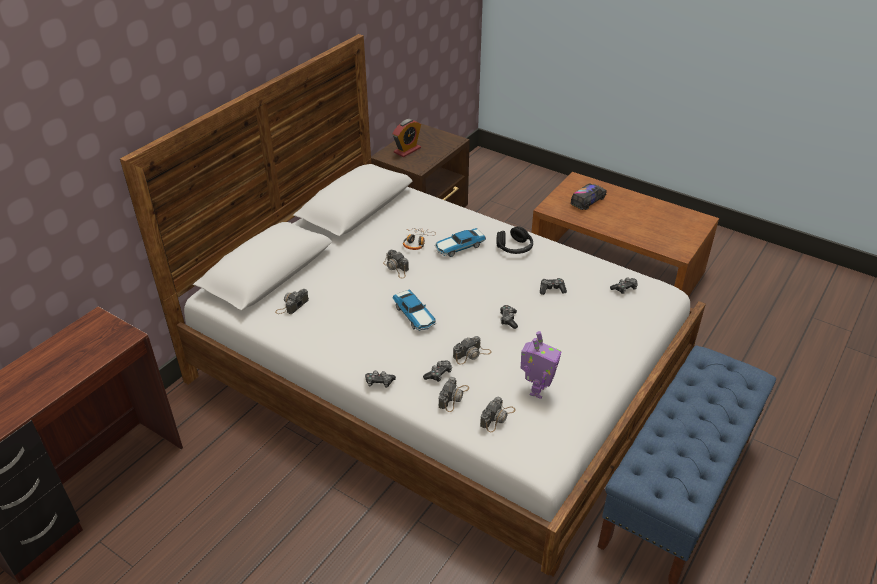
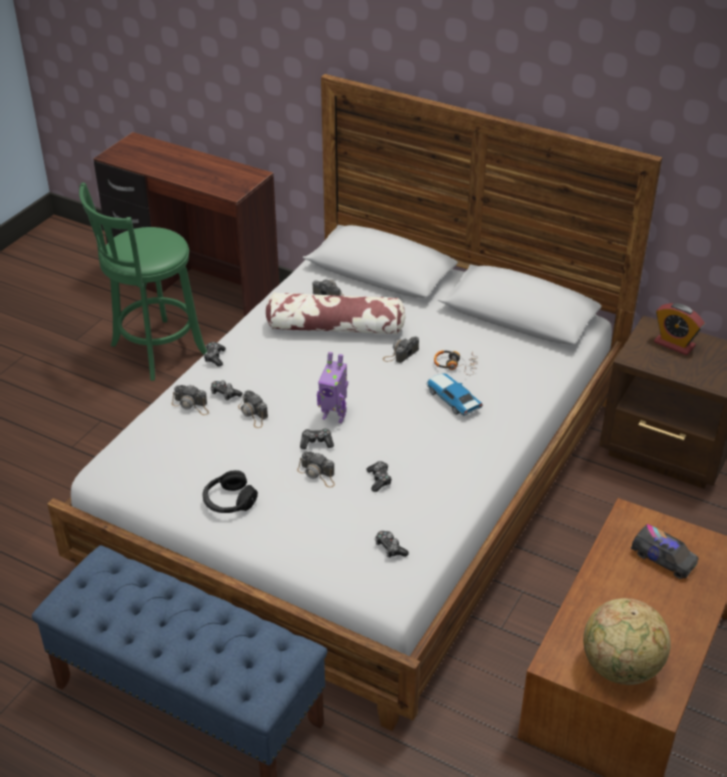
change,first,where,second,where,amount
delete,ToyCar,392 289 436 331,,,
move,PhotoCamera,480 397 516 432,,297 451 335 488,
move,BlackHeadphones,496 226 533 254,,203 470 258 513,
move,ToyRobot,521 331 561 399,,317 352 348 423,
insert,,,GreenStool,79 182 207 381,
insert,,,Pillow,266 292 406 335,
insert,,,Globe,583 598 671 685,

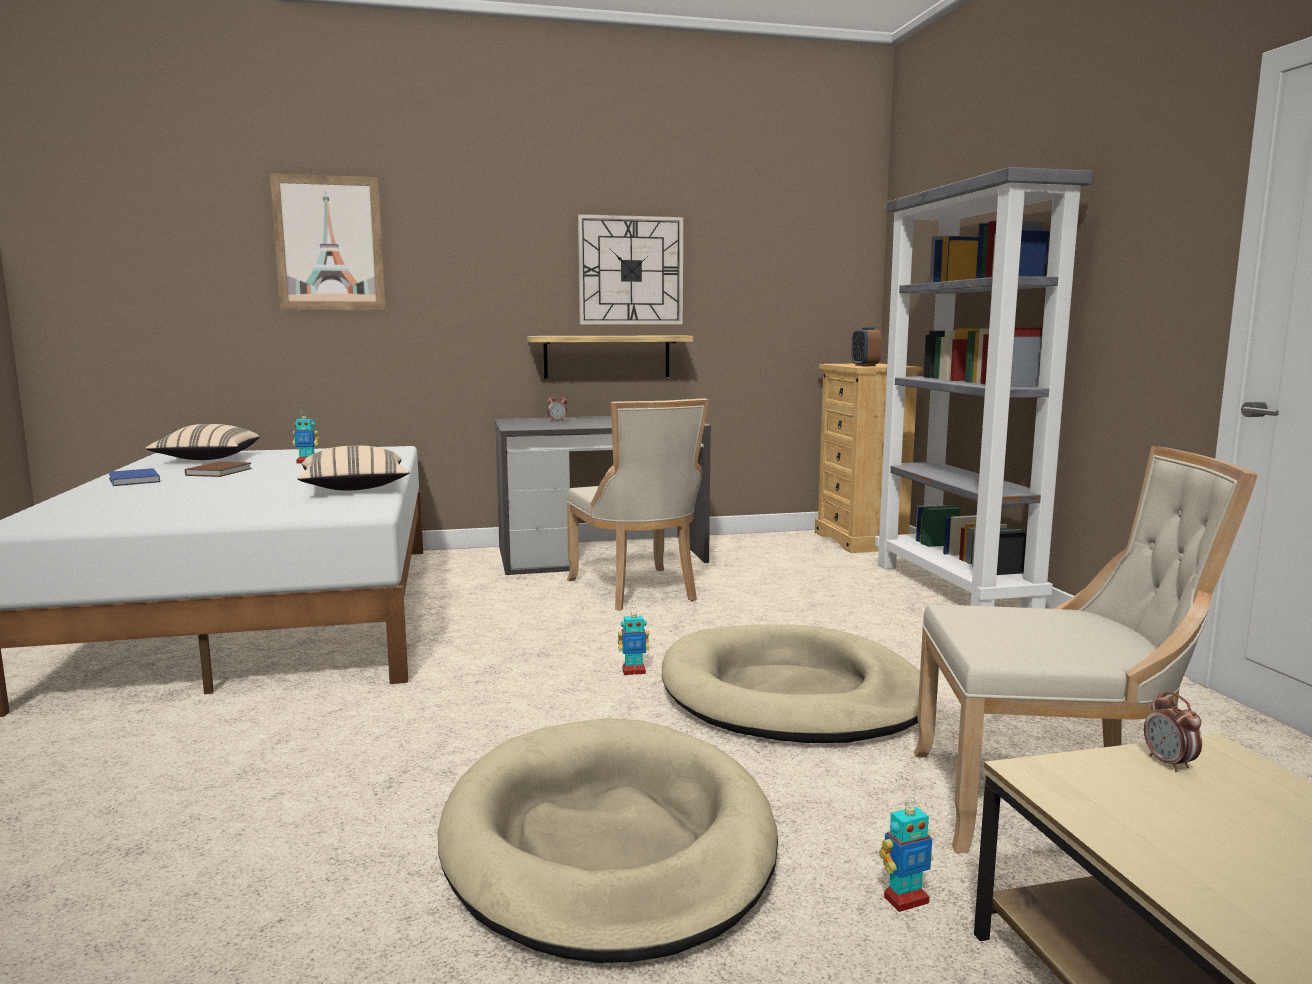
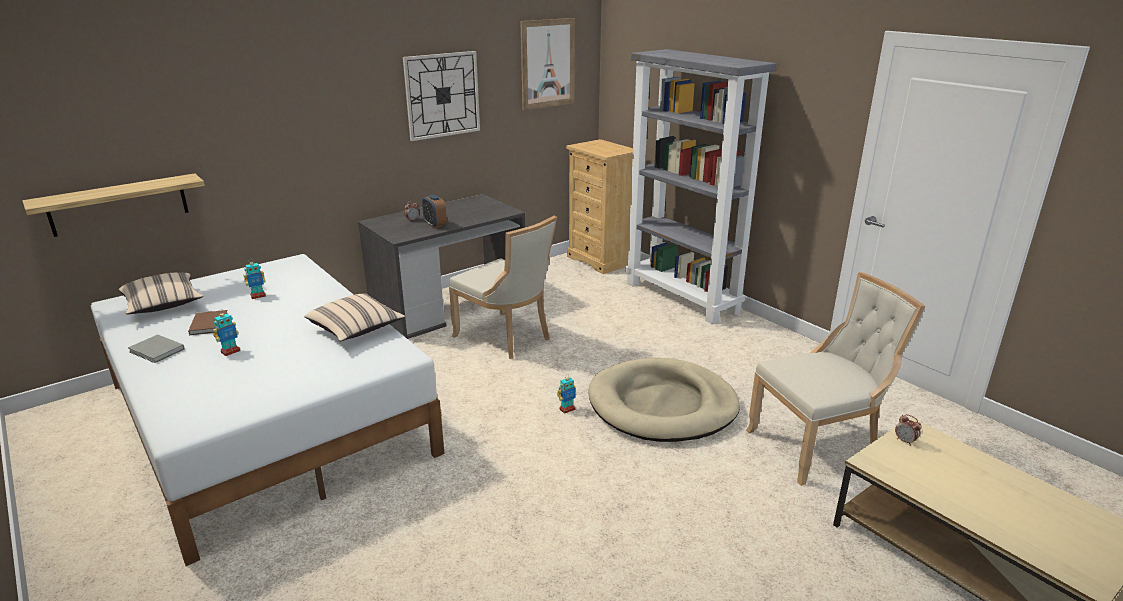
change,first,where,second,where,amount
recolor,BlueBook,108 468 160 486,GreyBook,128 334 185 363,
move,Picture,270 174 386 310,,520 18 575 110,
delete,BeigeDogBed,438 718 778 963,,,
move,Shelf,527 336 693 379,,22 173 205 237,
move,AlarmClock,852 327 882 366,,422 194 447 228,
move,ToyRobot,879 797 934 912,,213 310 241 356,

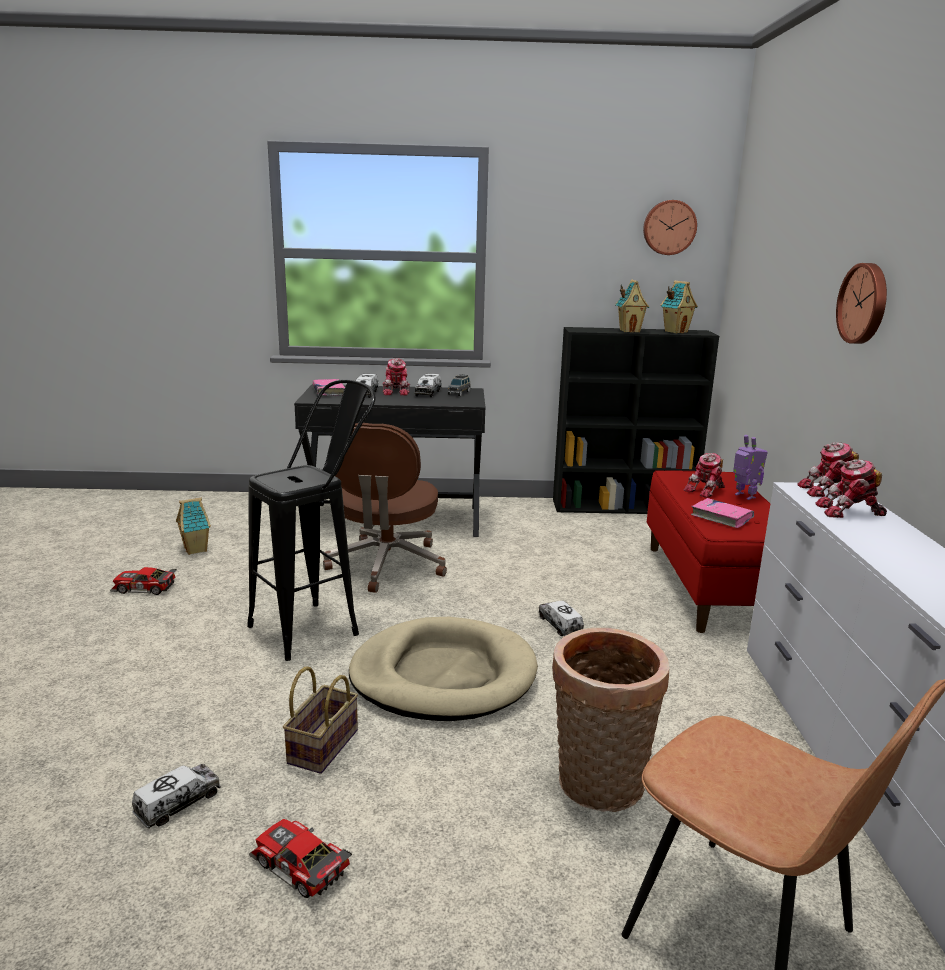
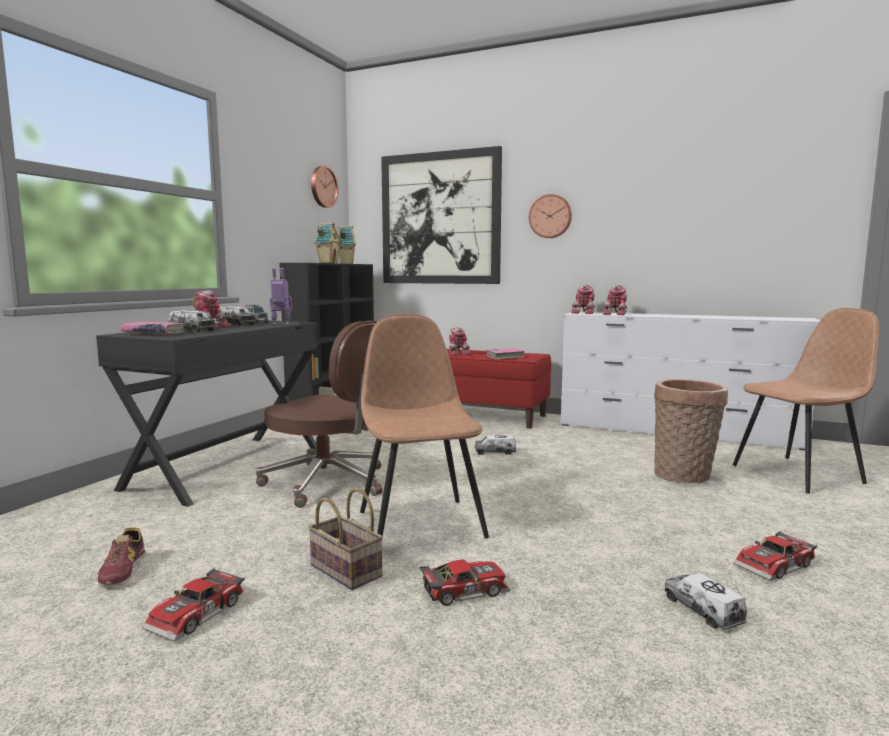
change,first,where,second,where,amount
replace,ToyHouse,176 498 211 555,Shoe,98 528 146 586,
replace,BlackStool,247 379 376 661,BrownChair,360 314 489 538,
move,Basket,283 667 358 774,,308 488 383 590,
delete,BeigeDogBed,349 617 538 721,,,
move,ToyRobot,733 435 768 500,,270 268 292 325,
insert,,,Picture,381 146 502 284,
insert,,,ToyCar,420 559 511 606,

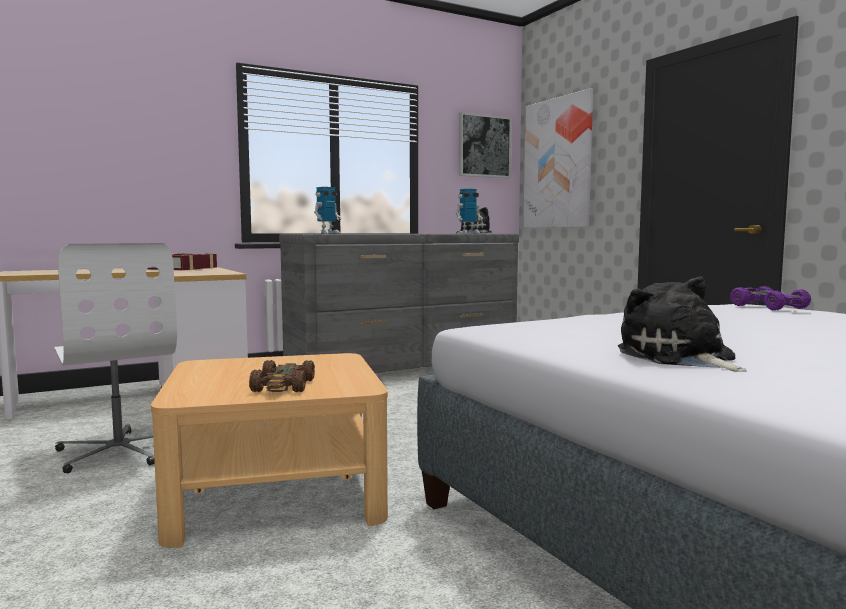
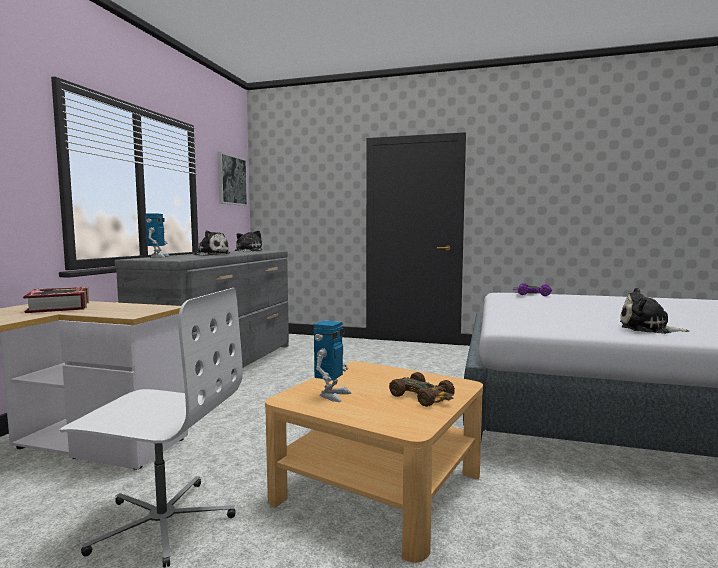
change,first,where,second,where,amount
move,ToyRobot,455 189 483 234,,314 320 351 402,
delete,Picture,523 88 593 228,,,
insert,,,PlushToy,191 230 230 256,

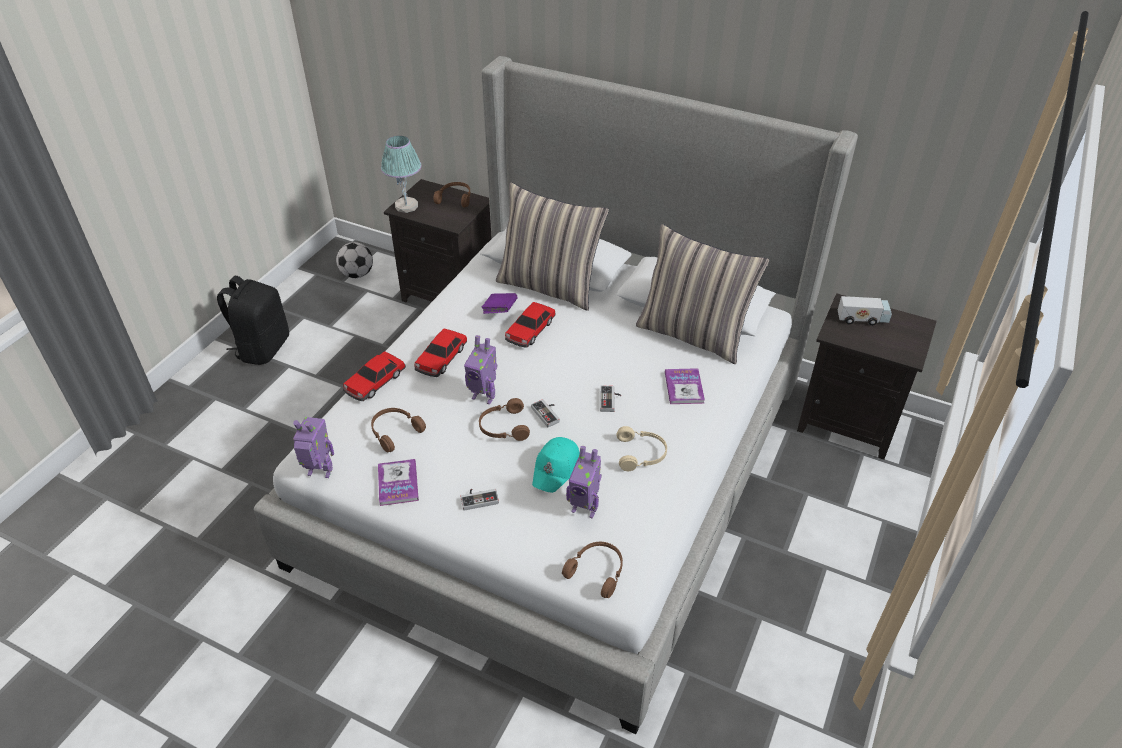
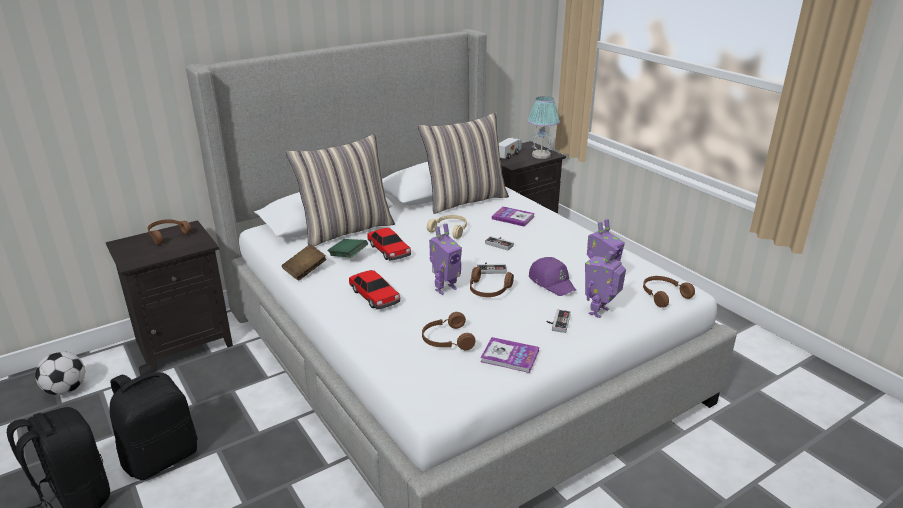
change,first,where,second,where,amount
move,ToyRobot,293 417 334 478,,585 247 626 318,
delete,ToyCar,343 351 406 401,,,
move,TableLamp,381 136 421 213,,527 96 560 159,
recolor,PurpleBook,481 293 518 314,GreenBook,327 239 368 258,
recolor,TurquoiseCap,532 437 580 493,PurpleCap,529 257 576 296,
move,BeigeHeadphones,617 426 667 471,,427 215 467 239,
insert,,,BlackBackpack,110 363 197 480,
insert,,,BrownBook,282 244 327 281,

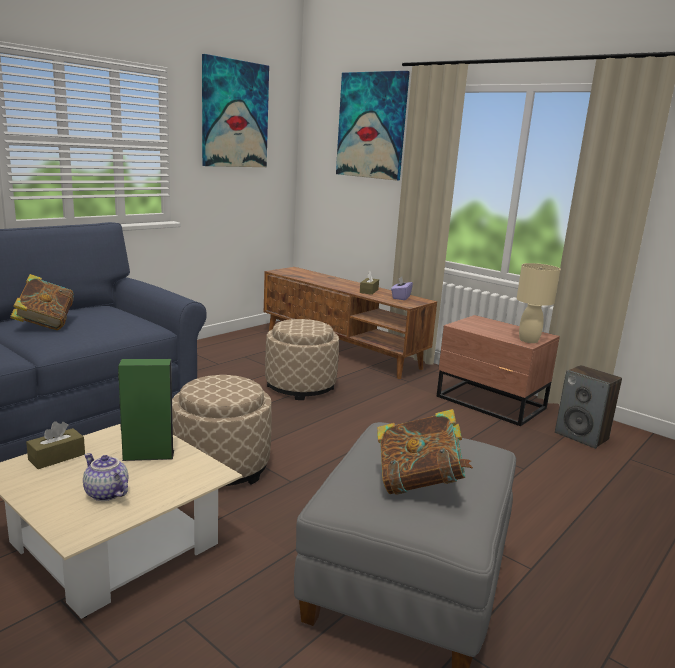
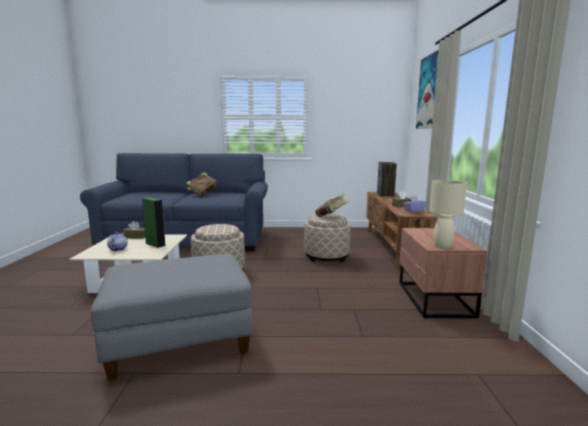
change,first,where,second,where,amount
delete,Picture,202 54 269 167,,,
move,Book,377 409 473 495,,315 194 348 217,
move,Speaker,555 365 622 449,,377 162 397 197,

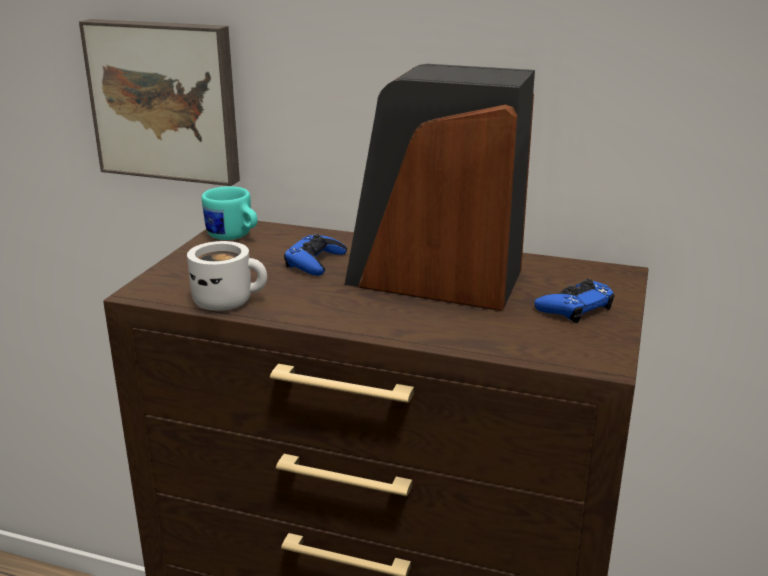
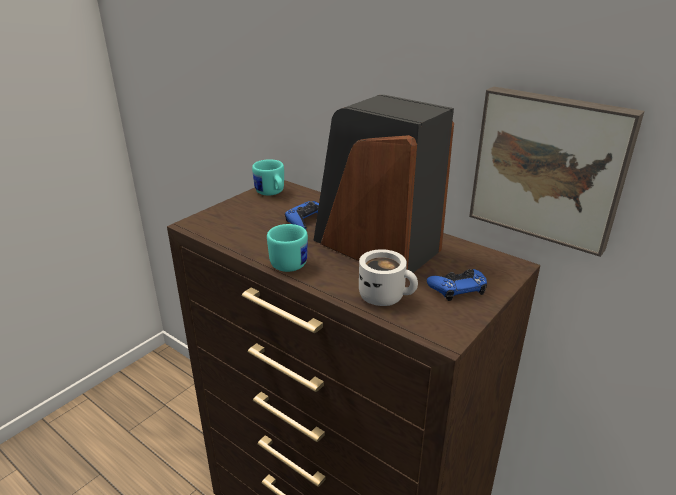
change,first,where,second,where,amount
move,Picture,79 19 240 186,,469 87 645 257,
move,WhiteMug,187 241 267 310,,359 249 418 306,
insert,,,TurquoiseMug,267 224 308 272,

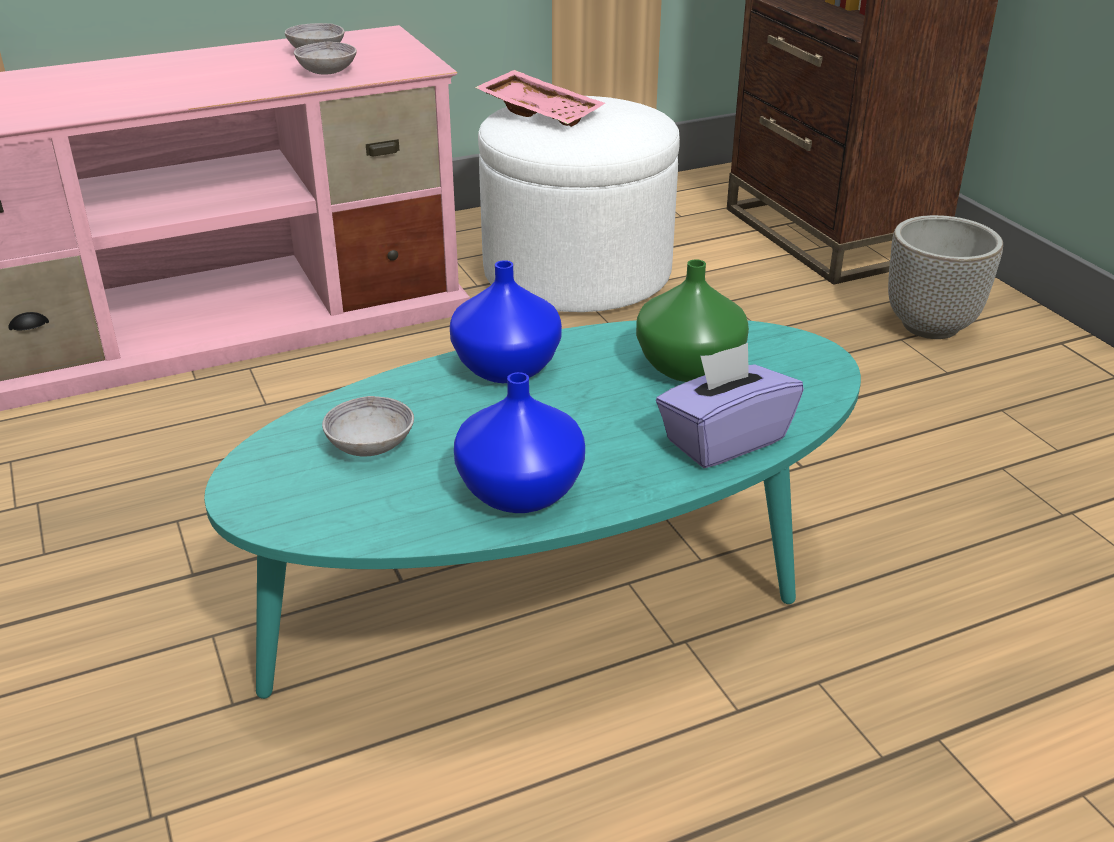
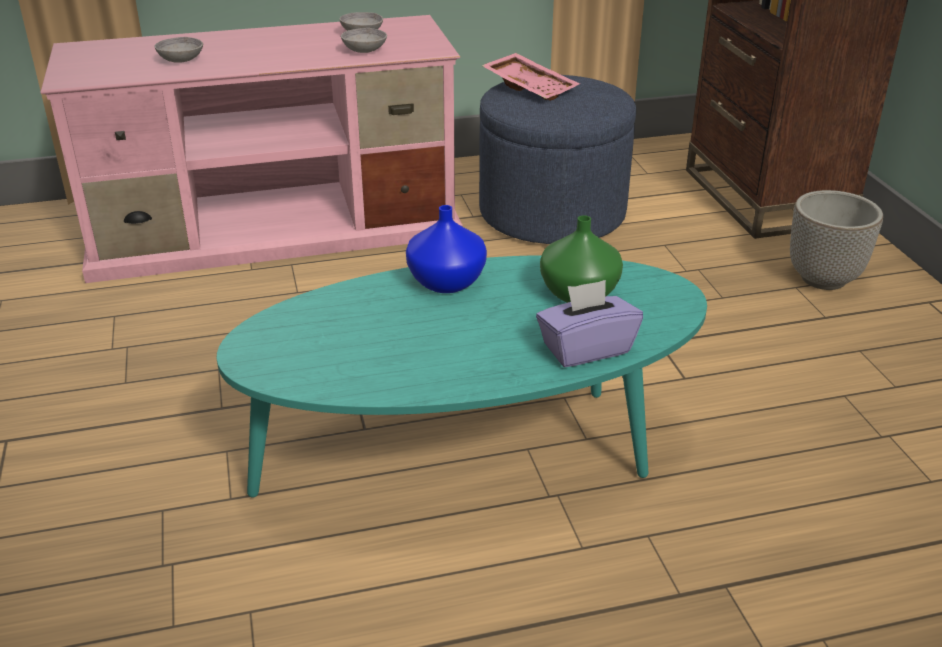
change,first,where,second,where,amount
move,GreyBowl,322 396 414 457,,154 37 203 63,
delete,BlueVase,454 372 585 513,,,
recolor,WhiteOttoman,478 96 680 312,BlueOttoman,479 75 636 244,

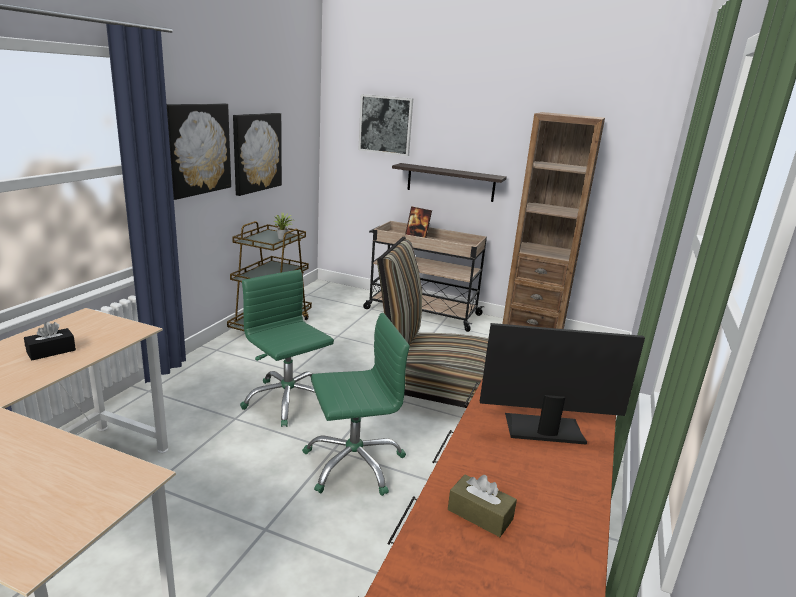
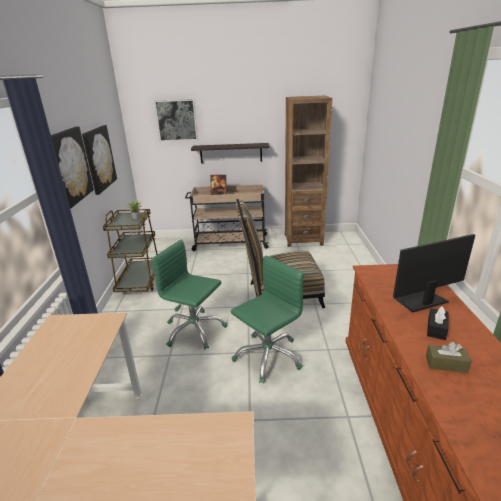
change,first,where,second,where,amount
move,BlackTissueBox,24 321 76 360,,427 306 449 340,

